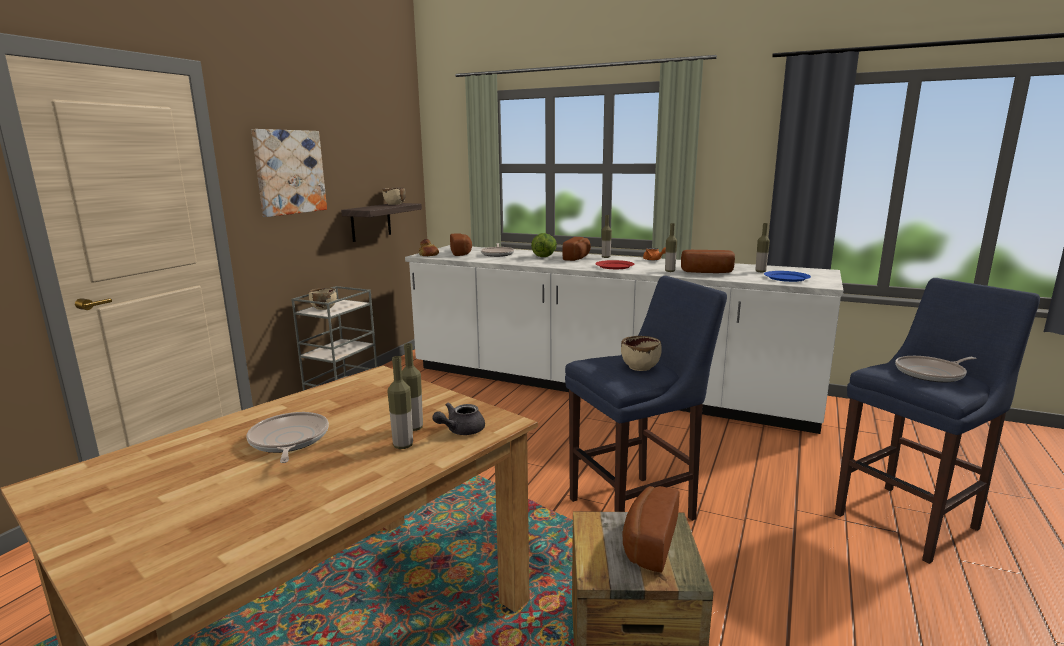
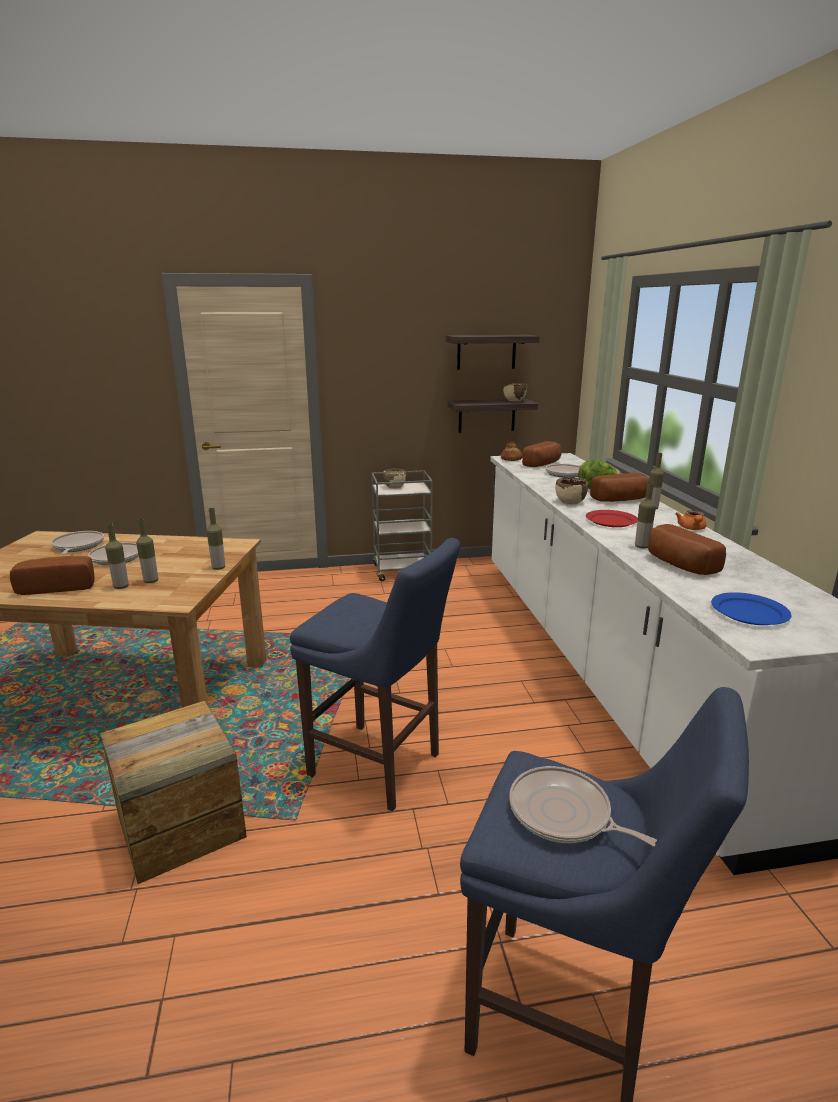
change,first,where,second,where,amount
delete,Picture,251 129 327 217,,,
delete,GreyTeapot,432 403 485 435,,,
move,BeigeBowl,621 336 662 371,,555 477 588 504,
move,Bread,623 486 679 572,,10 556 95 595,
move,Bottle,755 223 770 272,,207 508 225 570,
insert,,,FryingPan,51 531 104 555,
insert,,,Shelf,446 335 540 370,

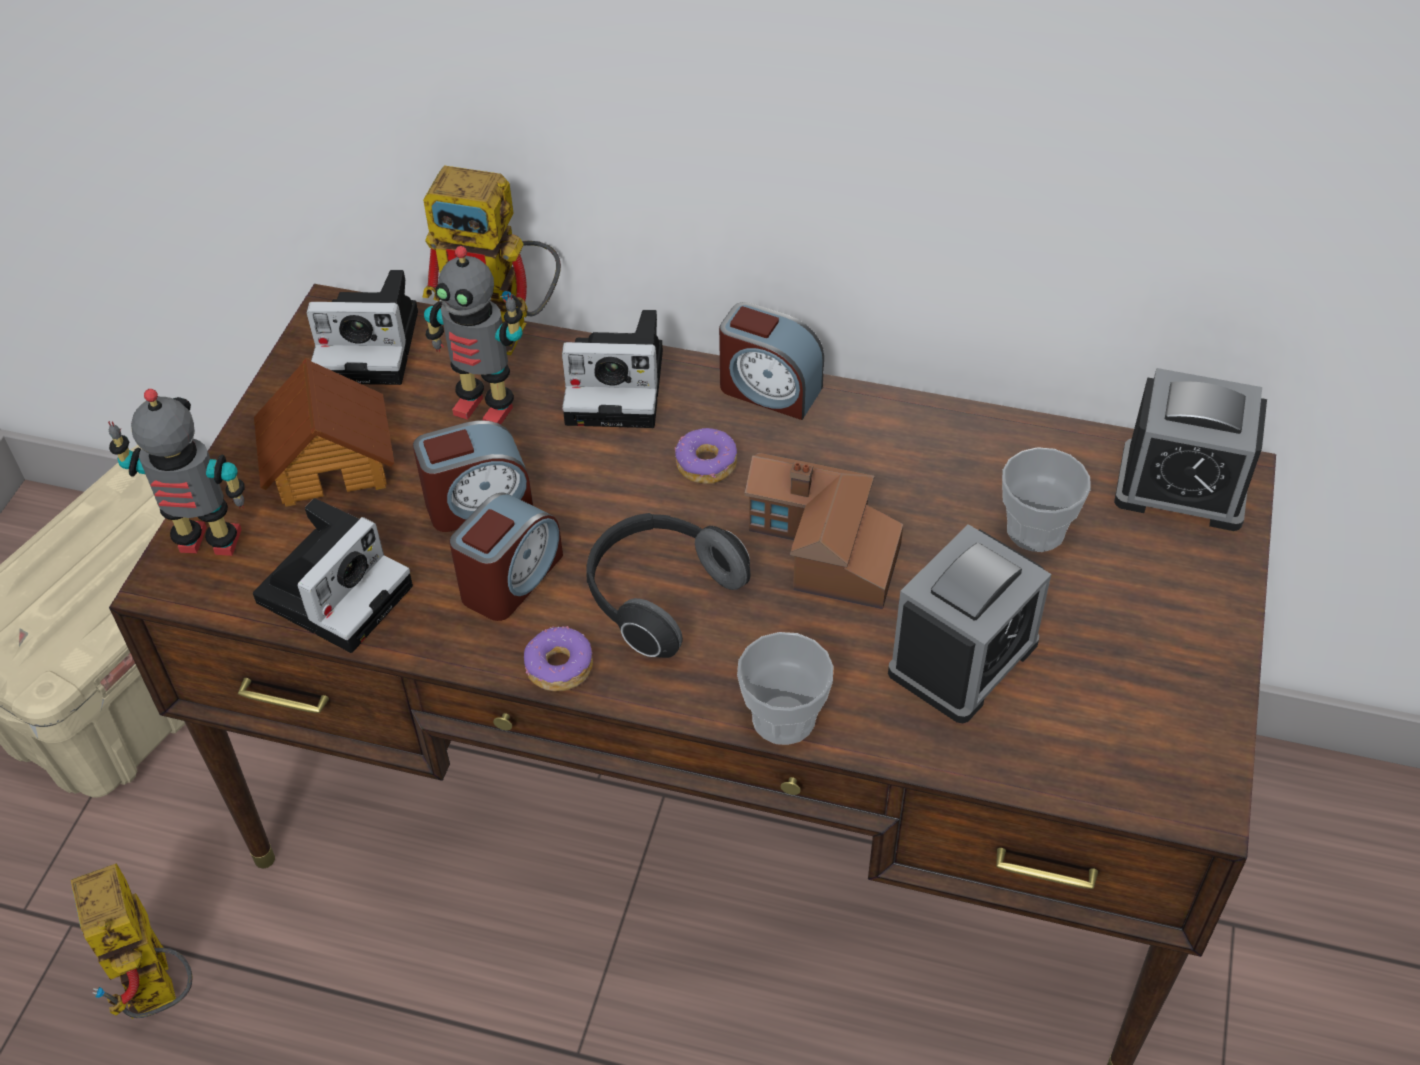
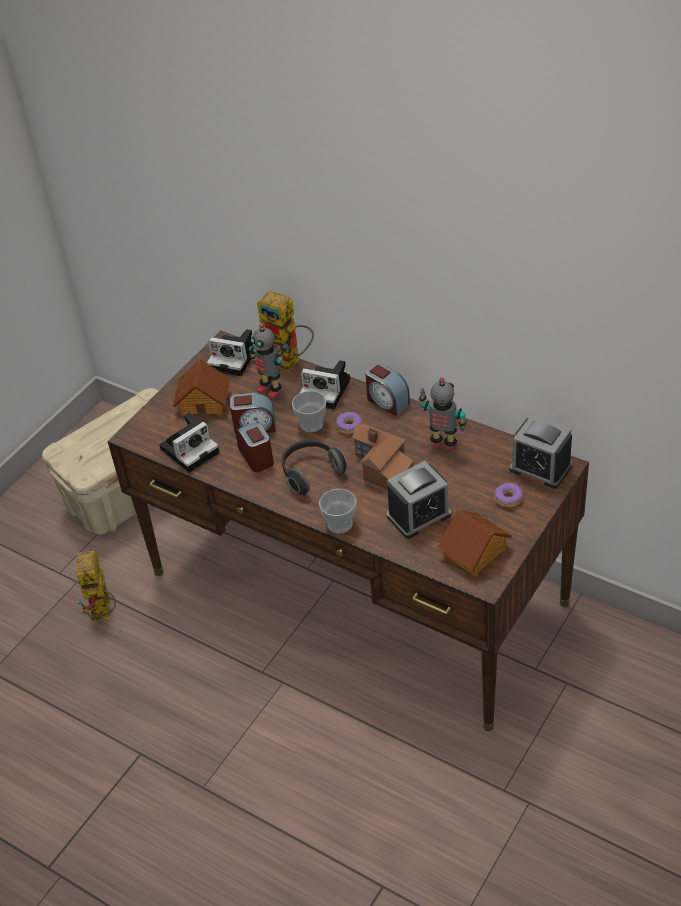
change,first,where,second,where,amount
move,ToyRobot,108 389 245 556,,419 377 466 451,
rotate,AlarmClock,450 492 563 621,,236 422 274 472,75 degrees counterclockwise
move,Donut,524 626 593 691,,495 483 523 508,
move,Cup,1002 447 1091 552,,292 391 326 432,
insert,,,ToyHouse,438 509 512 577,

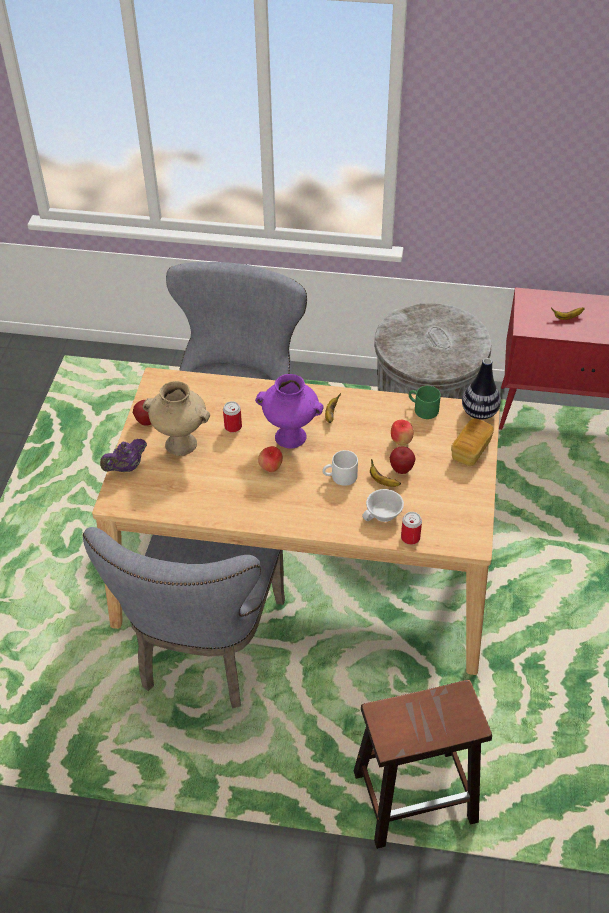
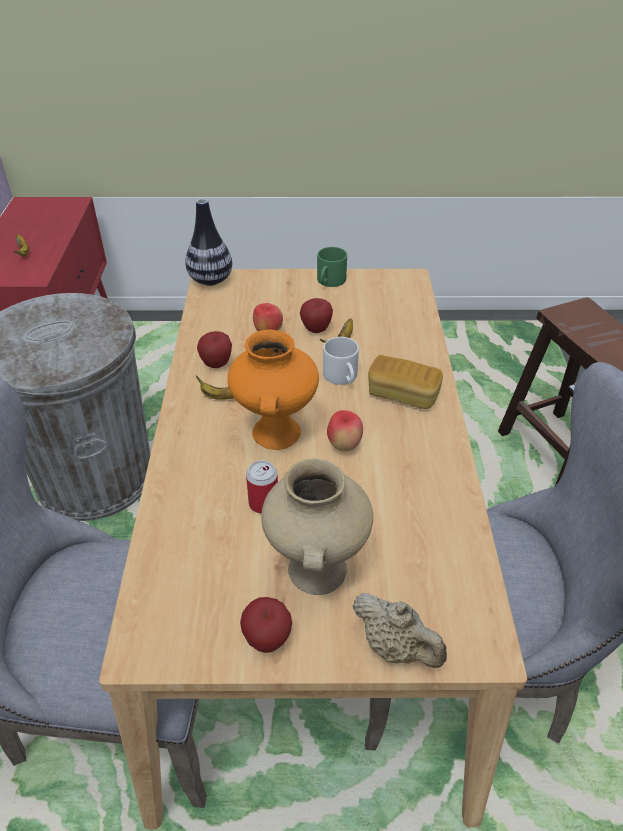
change,first,where,second,where,amount
recolor,PurpleTeapot,100 439 147 472,BeigeTeapot,352 593 447 668,
recolor,PurpleVase,255 374 324 448,OrangeVase,228 329 319 450,
delete,WhiteCup,362 489 404 522,,,
delete,Can,401 512 422 545,,,
move,GreenMug,409 386 441 419,,317 247 347 287,
move,Bread,451 418 494 466,,368 355 443 409,
insert,,,Apple,197 331 232 368,

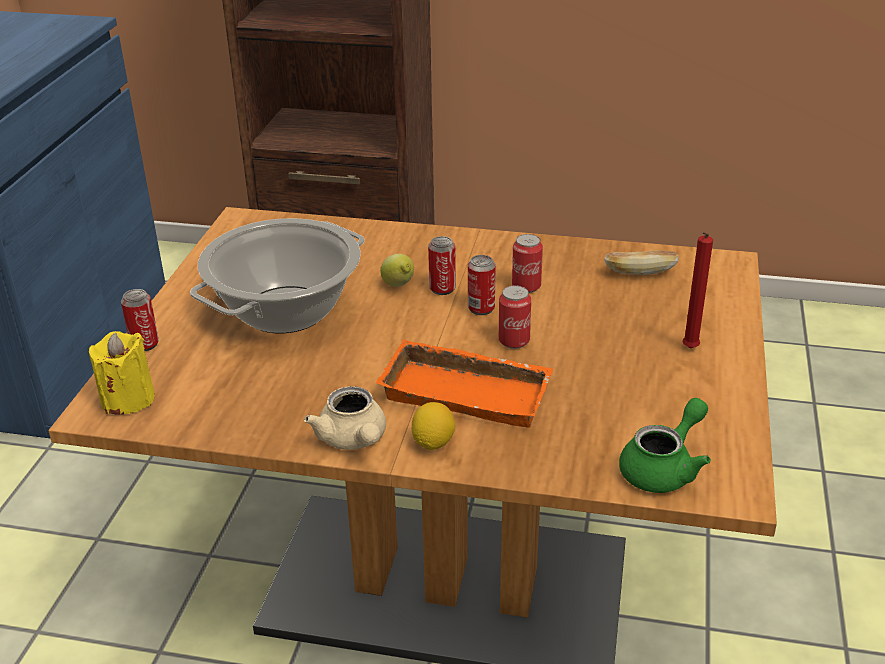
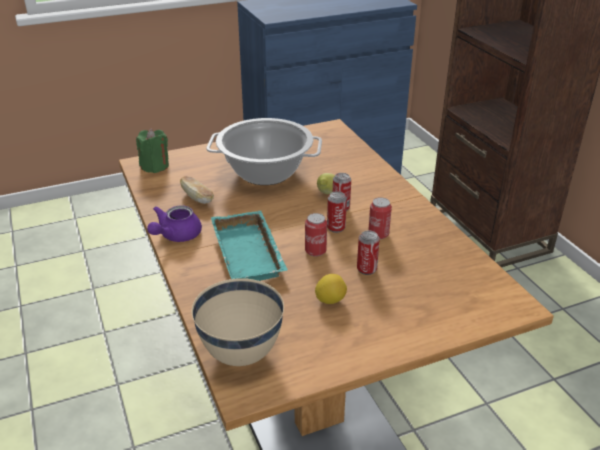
change,first,where,second,where,amount
recolor,YellowCandle,89 331 155 415,GreenCandle,136 128 169 173,
move,Can,121 289 159 351,,357 231 380 275,
recolor,BeigeTeapot,304 386 386 450,PurpleTeapot,147 205 202 242,
recolor,OrangeTray,376 339 554 428,TurquoiseTray,211 211 288 281,
move,Lemon,412 402 455 450,,315 274 347 304,
move,Bread,604 250 679 275,,180 176 214 204,
replace,GreenTeapot,619 398 711 493,BeigeBowl,192 278 284 366,
delete,RedCandle,682 232 713 349,,,

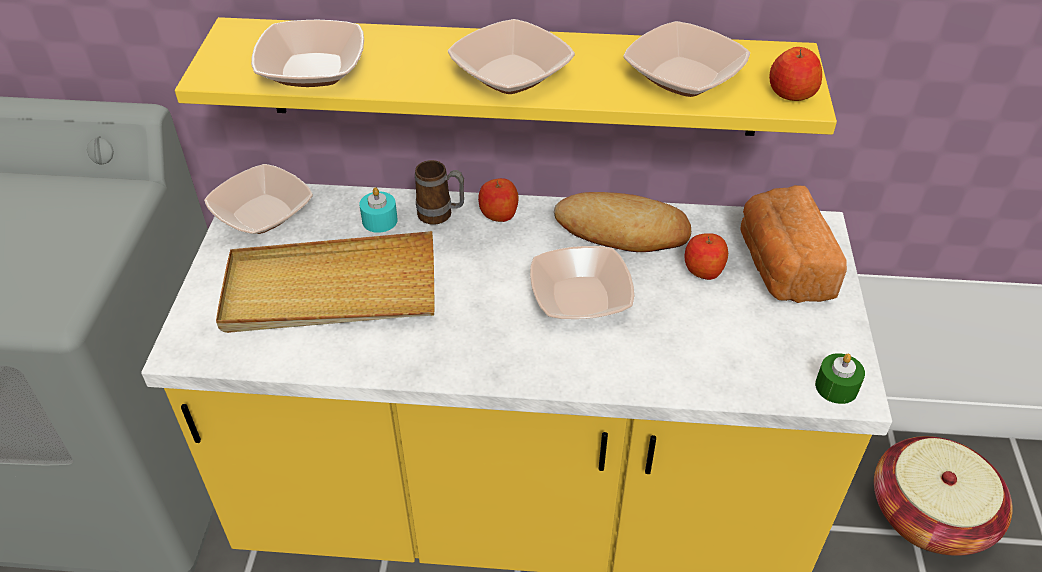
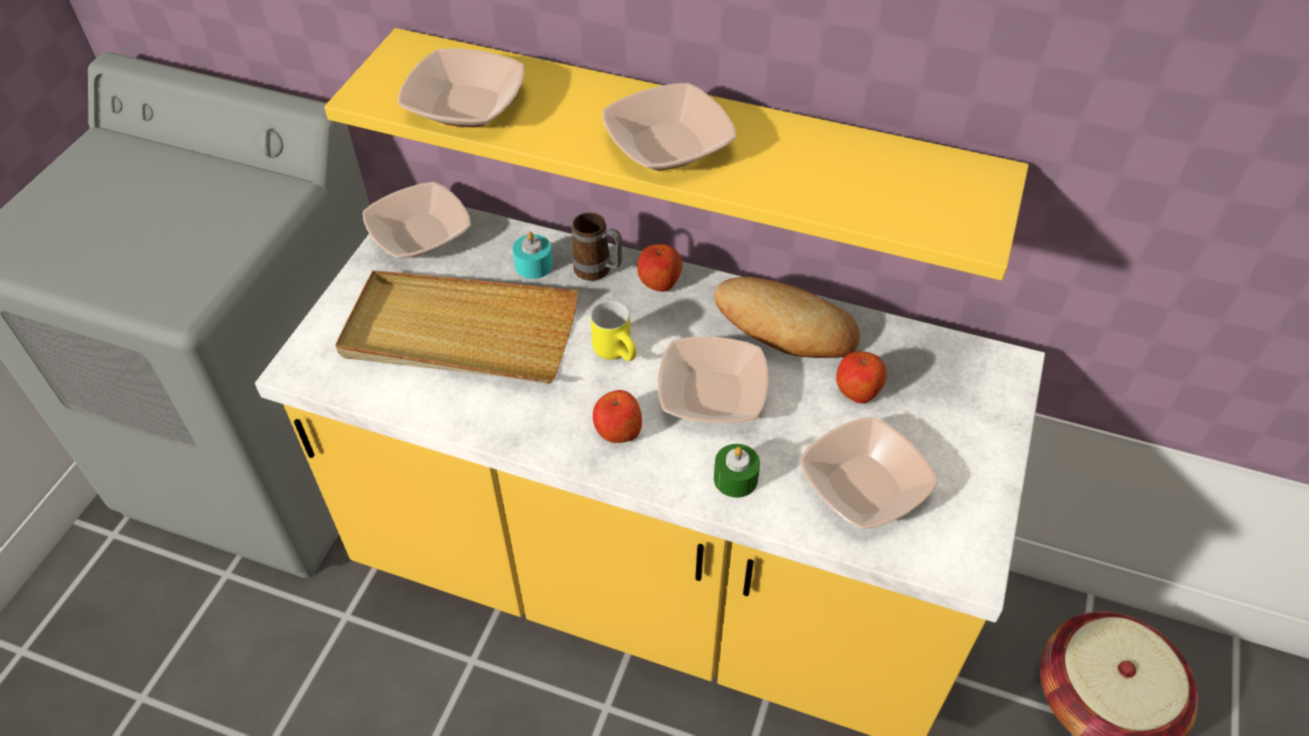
change,first,where,second,where,amount
move,Bowl,623 21 750 97,,800 417 937 529,
delete,Bread,740 185 847 303,,,
move,Apple,769 47 822 101,,593 390 642 443,
move,GreenCandle,815 353 865 404,,714 444 760 498,
insert,,,YellowMug,591 301 637 361,

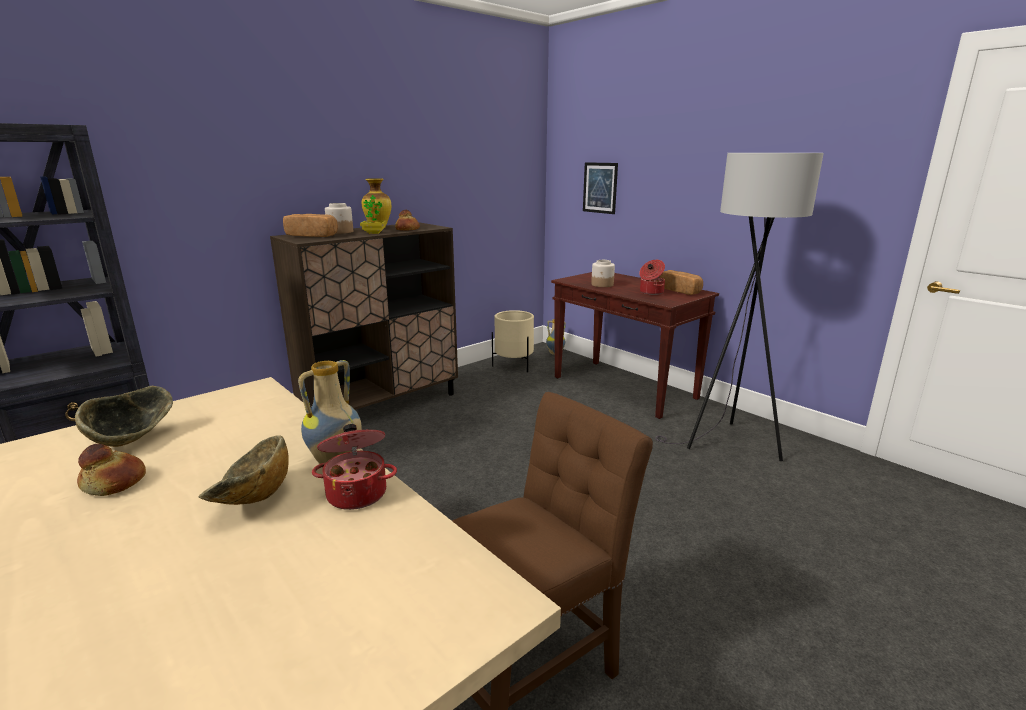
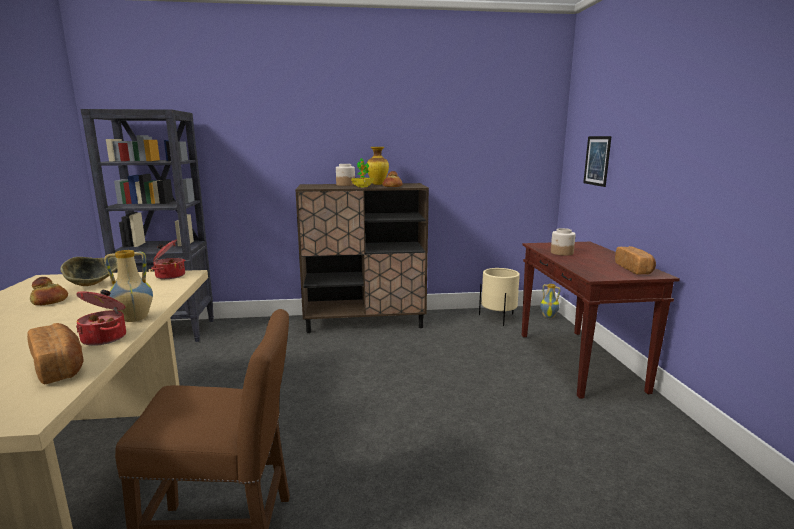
change,first,where,second,where,amount
delete,Bowl,199 435 289 505,,,
move,Bread,283 214 338 237,,27 323 83 384,
move,CookingPot,639 260 665 295,,151 240 185 279,
delete,GreyFloorLamp,655 153 824 461,,,

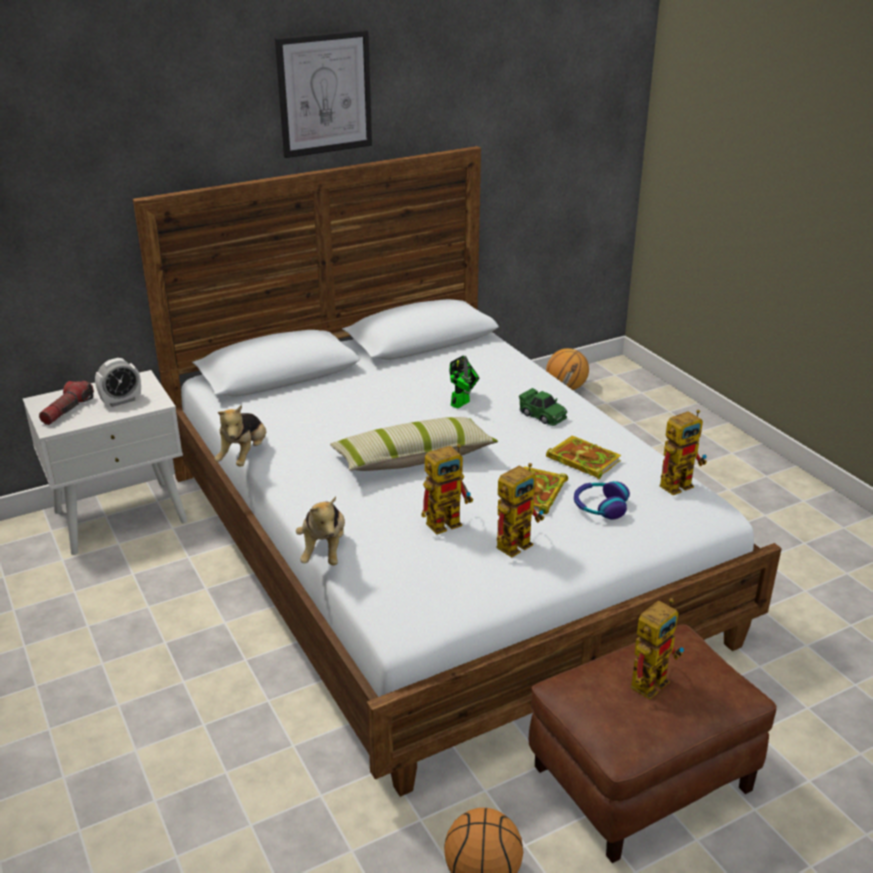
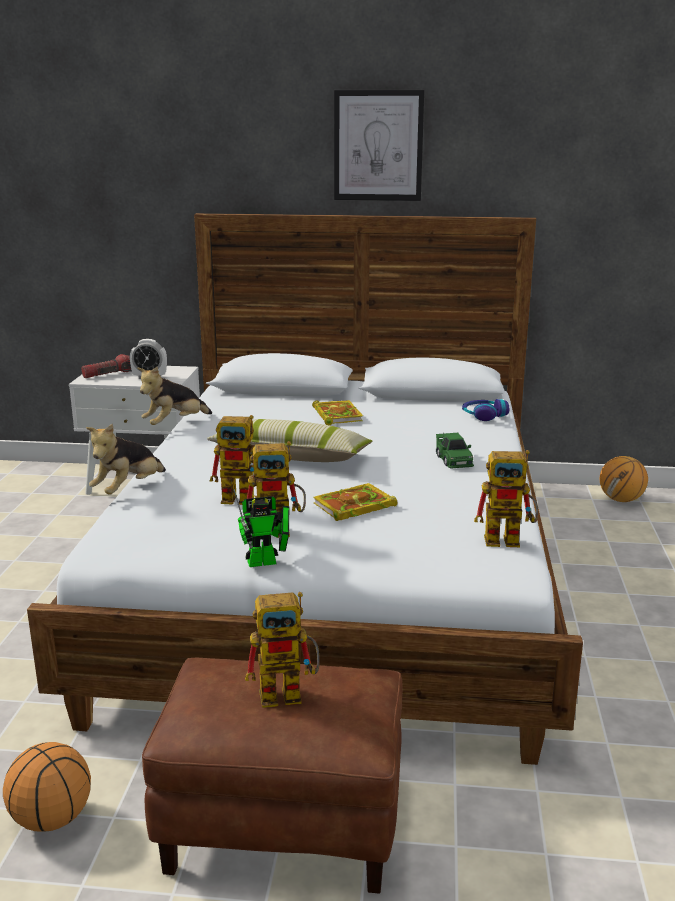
change,first,where,second,where,amount
move,ToyRobot,450 355 480 409,,234 489 290 567,
move,Book,546 436 621 479,,312 400 363 425,
move,Headphones,574 481 630 519,,462 399 509 421,

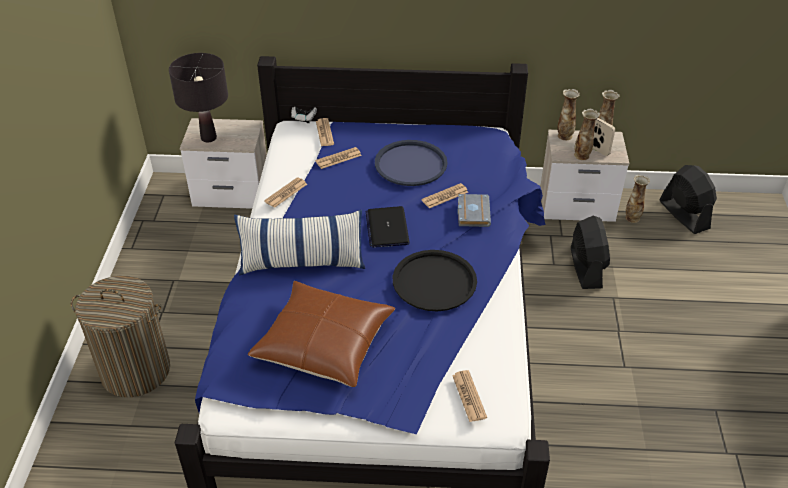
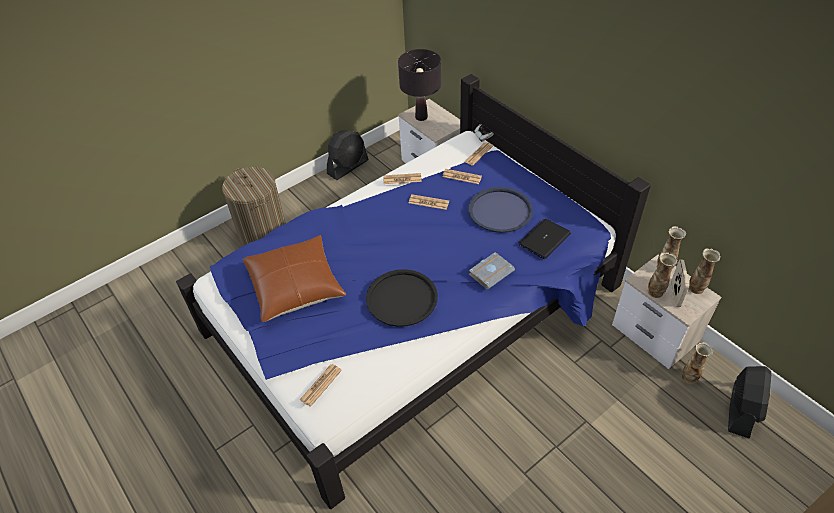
change,first,where,second,where,amount
delete,Pillow,234 210 365 276,,,
move,Laptop,366 206 410 248,,518 219 571 259,
move,Newspaper,421 183 468 208,,409 194 449 210,
move,BlackFan,571 215 610 289,,327 130 368 180,

